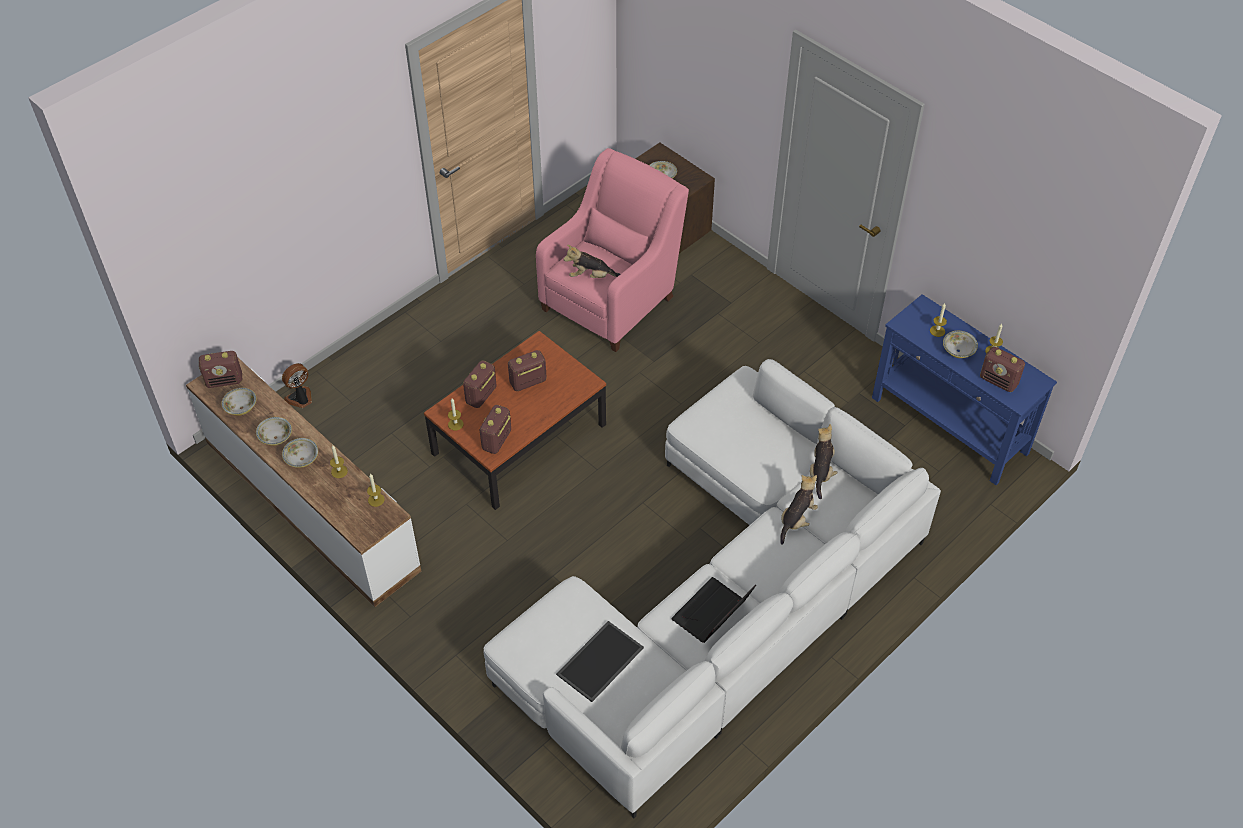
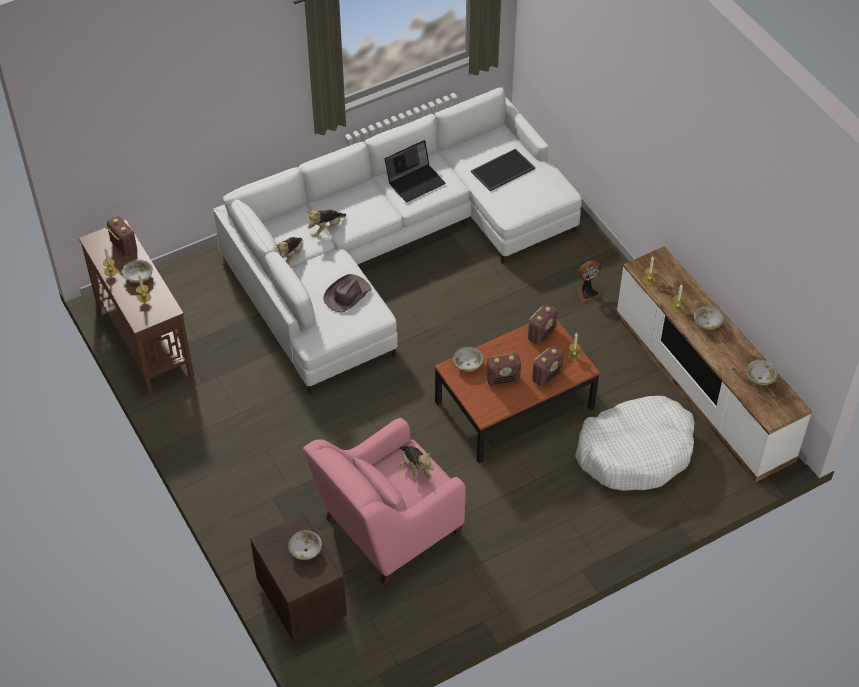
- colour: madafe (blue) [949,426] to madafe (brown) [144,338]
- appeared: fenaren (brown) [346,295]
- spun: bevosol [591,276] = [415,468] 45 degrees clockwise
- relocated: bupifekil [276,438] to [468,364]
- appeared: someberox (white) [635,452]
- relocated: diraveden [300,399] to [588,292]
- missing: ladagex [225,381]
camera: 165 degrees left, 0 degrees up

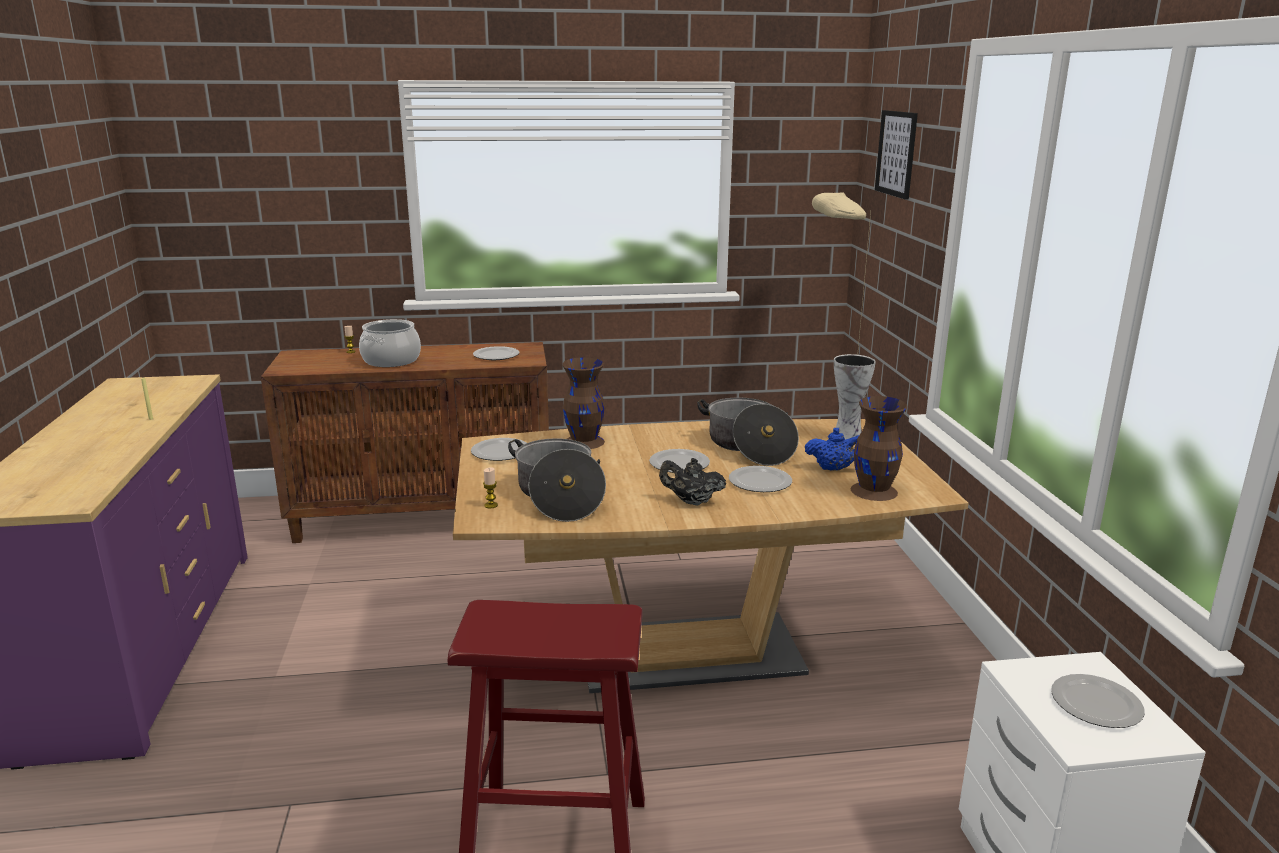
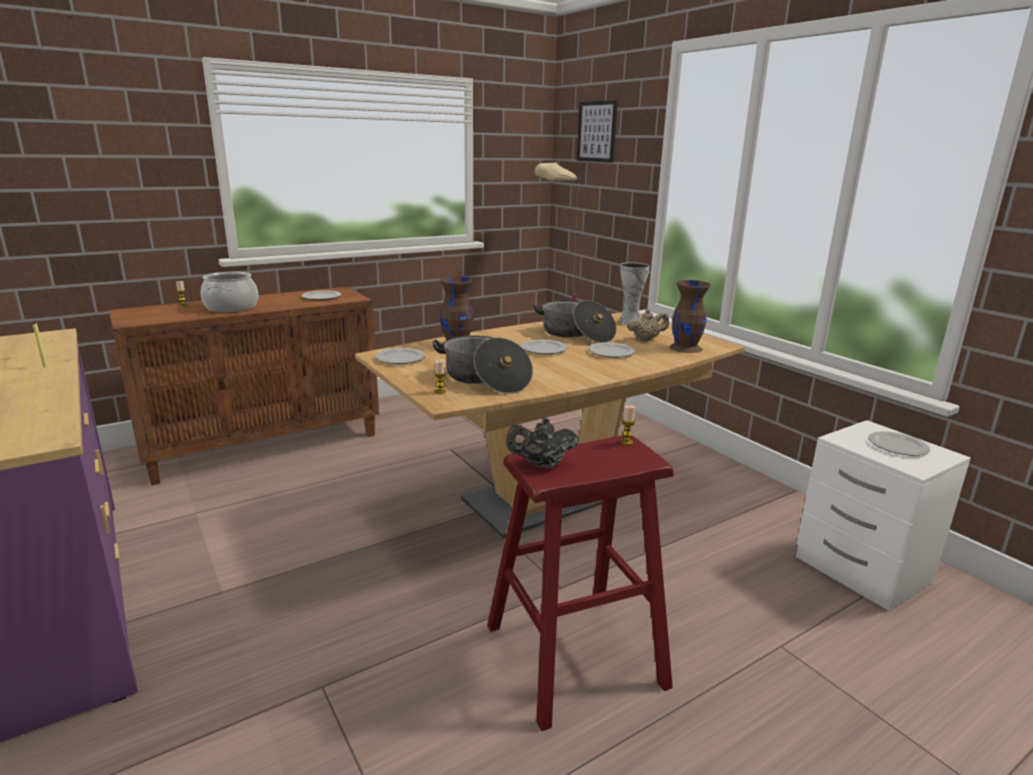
- relocated: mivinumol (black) [691,501] to [541,464]
- appeared: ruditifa [626,442]
- colour: mivinumol (blue) [834,469] to mivinumol (beige) [646,339]
camera: 25 degrees left, 0 degrees up

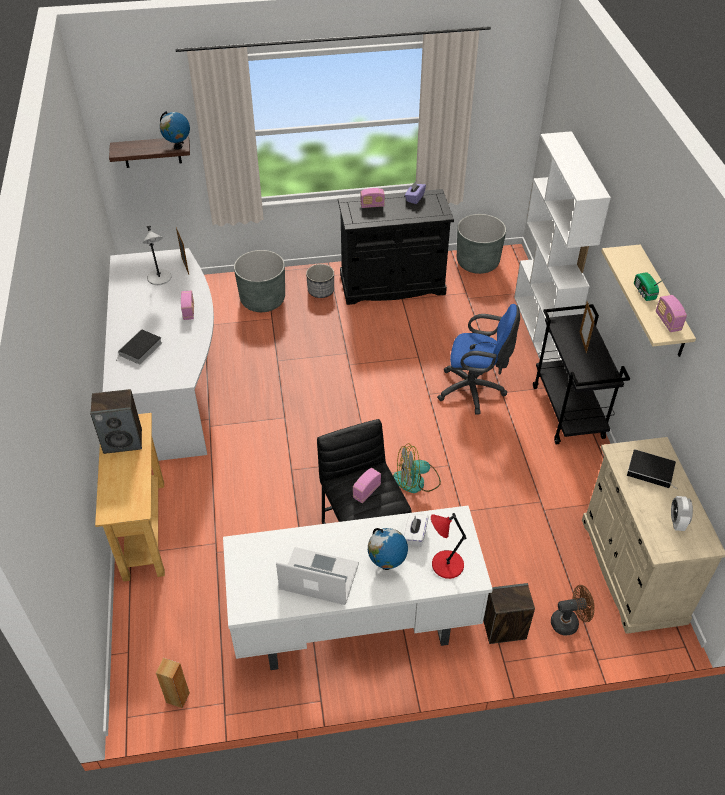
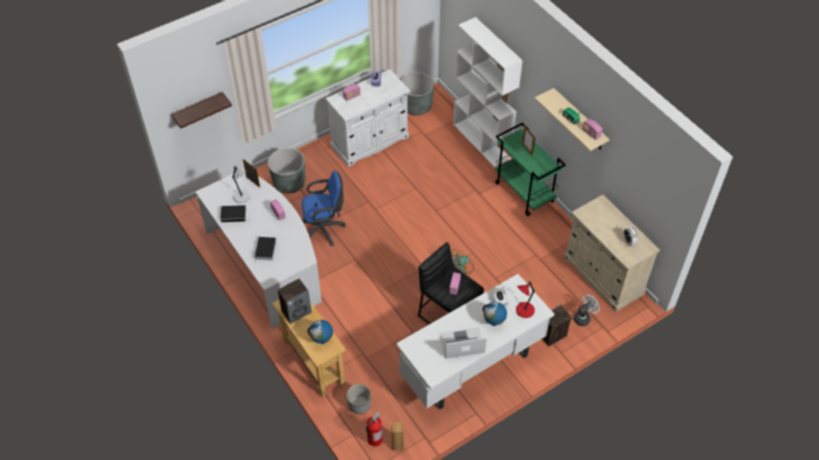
- relocated: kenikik [652,471] to [234,215]
- relocated: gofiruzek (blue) [474,390] to [324,229]
- relocated: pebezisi [178,147] to [322,341]
- colour: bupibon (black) [392,284] to bupibon (white) [370,141]
- relocated: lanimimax [321,291] to [359,404]
- appeared: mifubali [374,439]
- colour: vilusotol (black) [568,412] to vilusotol (green) [524,192]
- colour: diraveden (brown) [569,622] to diraveden (white) [584,318]
camera: 25 degrees left, 5 degrees up

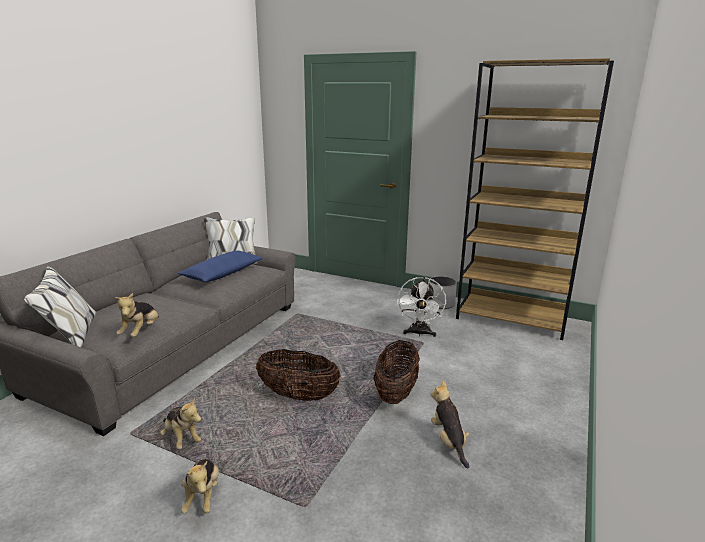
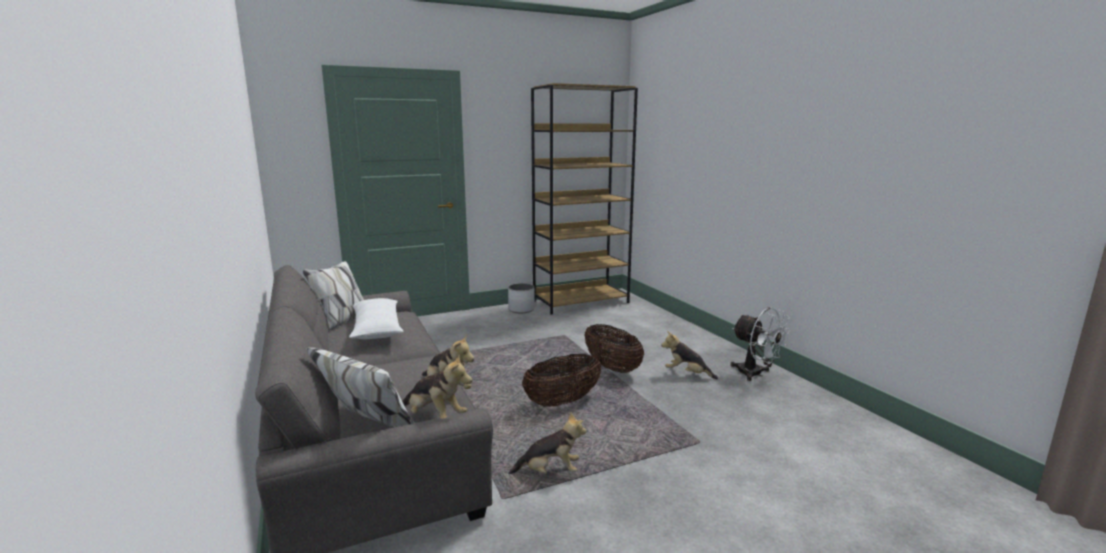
- colour: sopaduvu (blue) [223,274] to sopaduvu (white) [376,328]
- relocated: bevosol [202,496] to [434,417]
- relocated: diraveden (white) [419,333] to [755,374]
camera: 50 degrees left, 5 degrees down

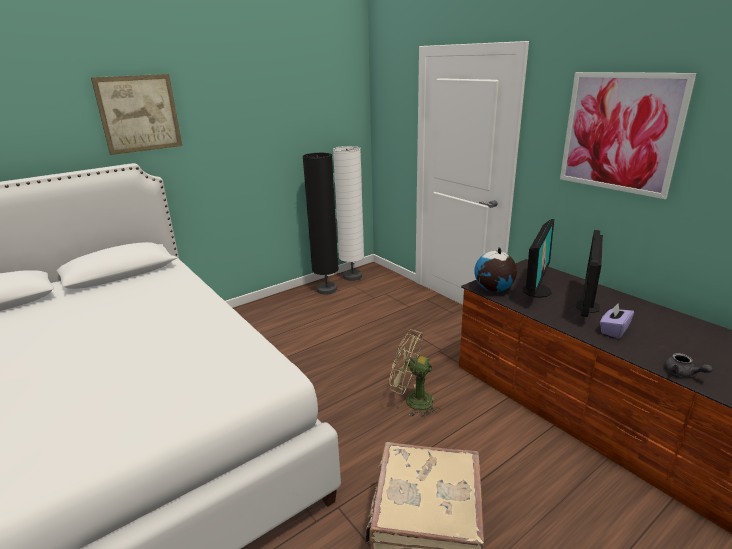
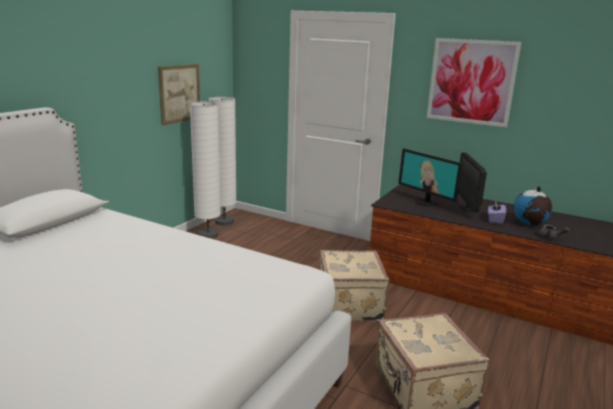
- relocated: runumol [139,113] to [179,93]
- colour: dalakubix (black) [326,290] to dalakubix (white) [208,235]
- exchanged: diraveden (green) [412,400] to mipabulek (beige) [348,305]
- spun: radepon [536,290] = [426,202] 135 degrees clockwise
- relocated: pebezisi [493,289] to [529,224]
camera: 25 degrees left, 5 degrees down

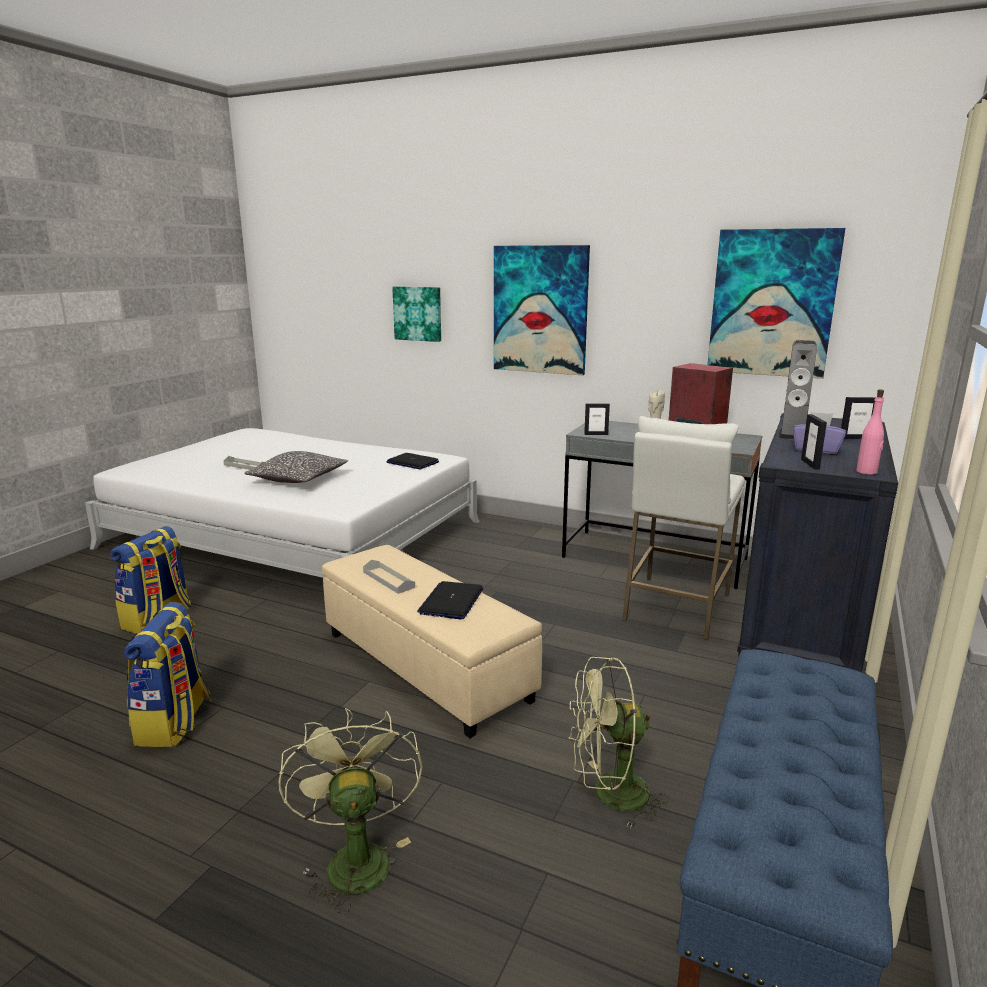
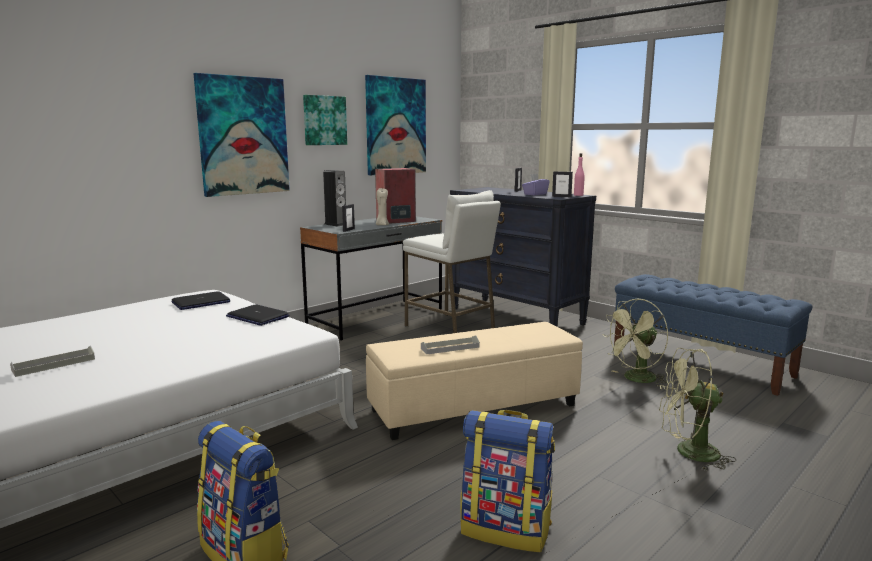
- relocated: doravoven [451,601] to [257,317]
- relocated: runumol [418,313] to [324,120]
- relocated: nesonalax [792,435] to [336,224]
- spun: diraveden (green) [609,795] = [636,379] 45 degrees clockwise
- missing: sopaduvu [298,479]
camera: 70 degrees left, 5 degrees down

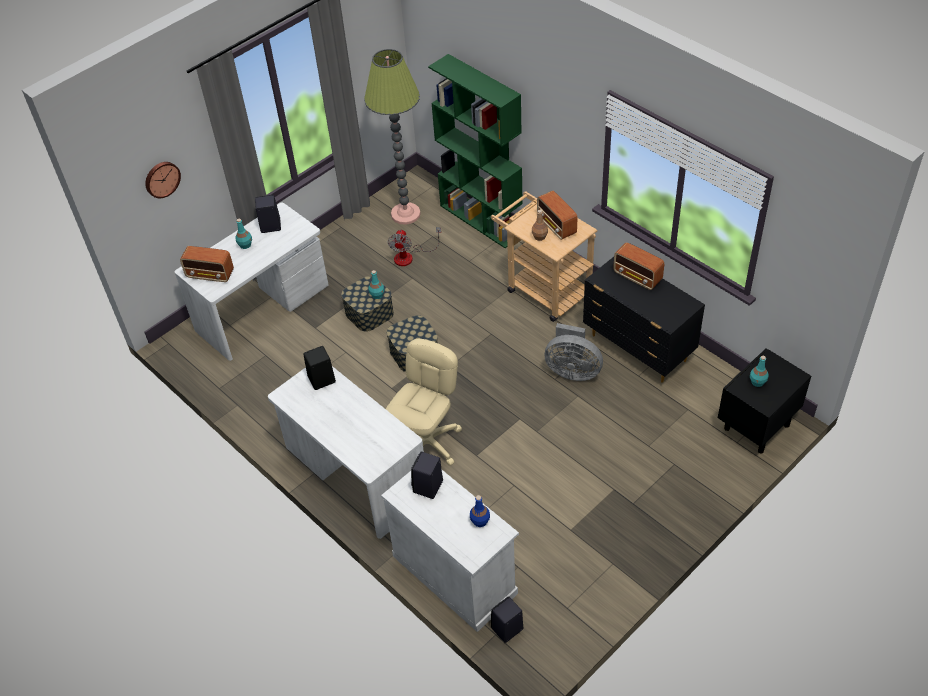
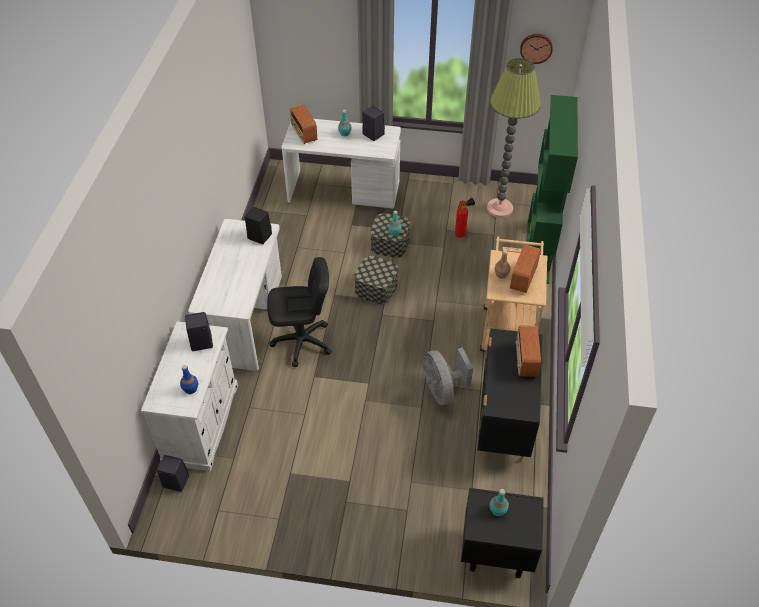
- colour: gofiruzek (beige) [427,443] to gofiruzek (black) [302,342]
- exchanged: diraveden [409,256] to mifubali [462,234]
- relocated: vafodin [161,179] to [536,47]
camera: 50 degrees right, 0 degrees up

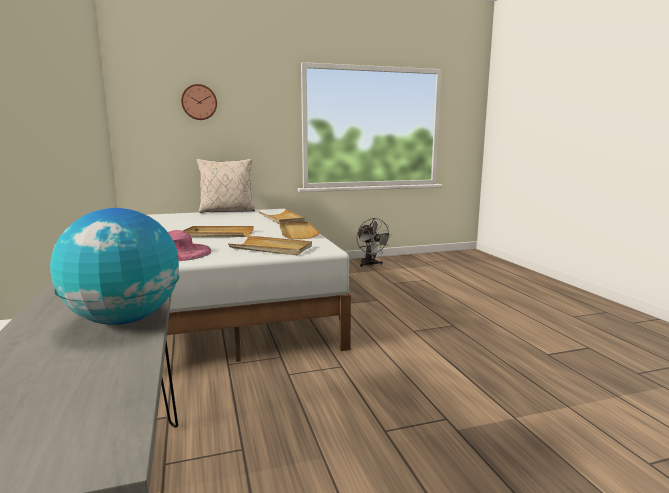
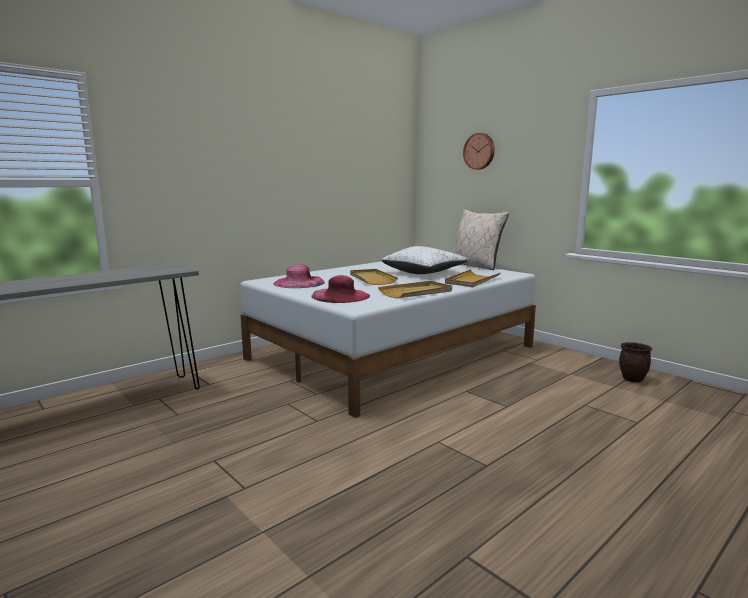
- exchanged: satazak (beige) [271,248] to fenaren (pink) [340,296]
- appeared: sopaduvu (white) [424,272]
- exchanged: diraveden (grey) [370,264] to lanimimax (brown) [632,379]
- missing: pebezisi [124,320]
camera: 65 degrees right, 0 degrees up

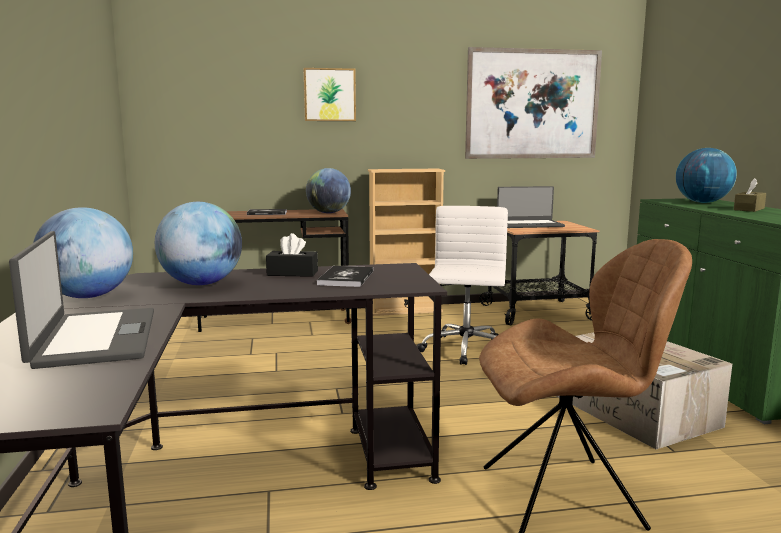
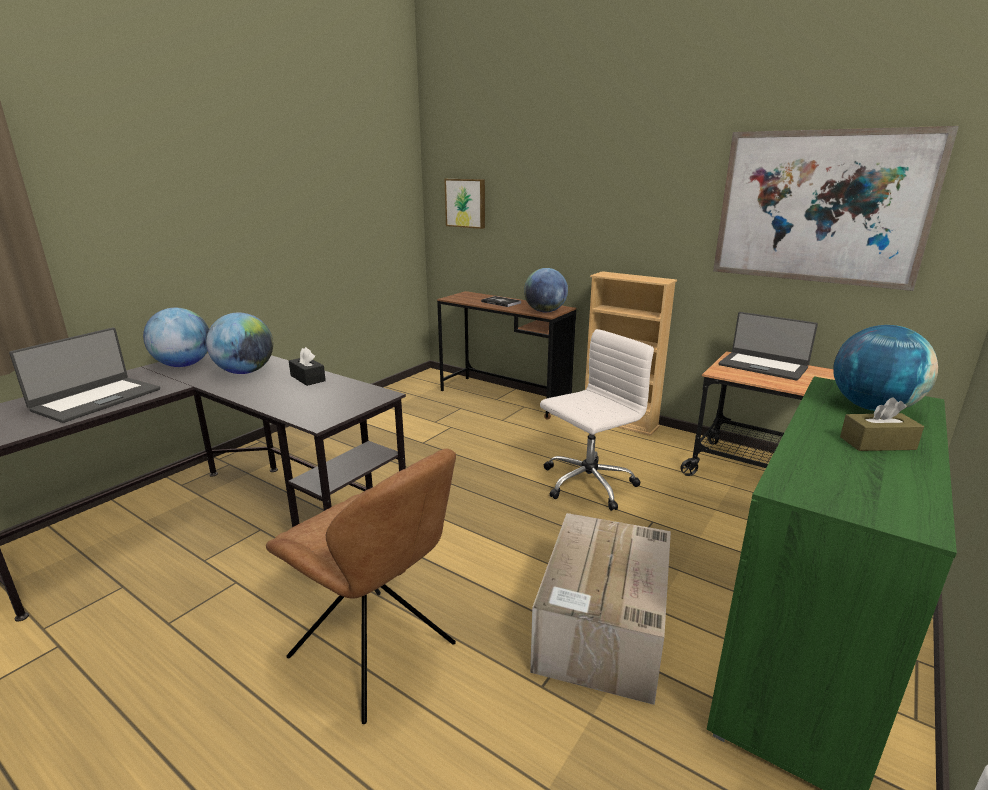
- relocated: runumol [329,95] to [466,203]
- missing: kenikik [346,278]
camera: 45 degrees right, 10 degrees up

